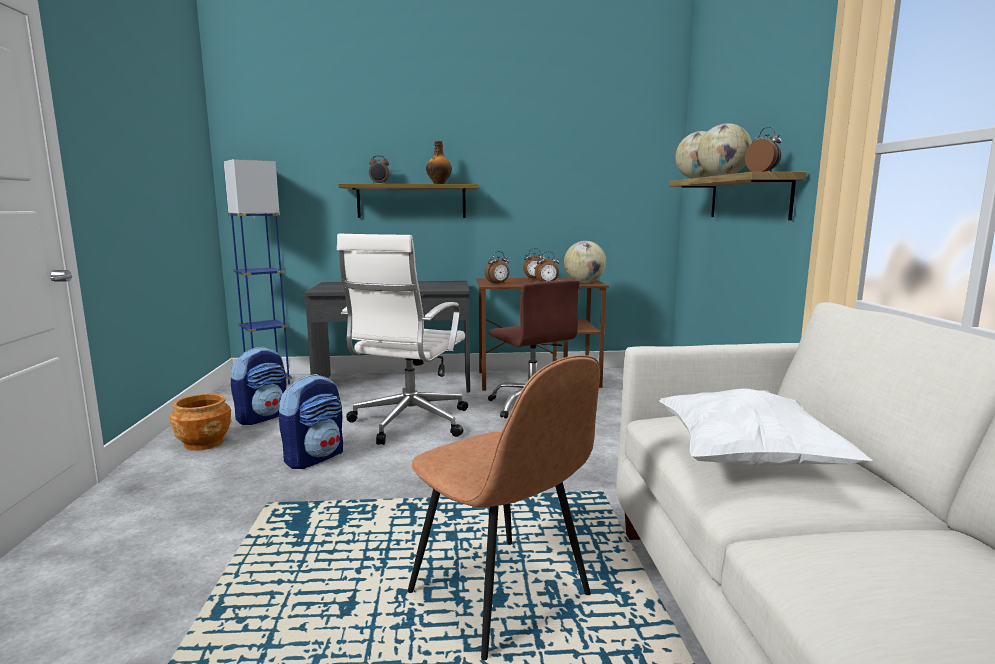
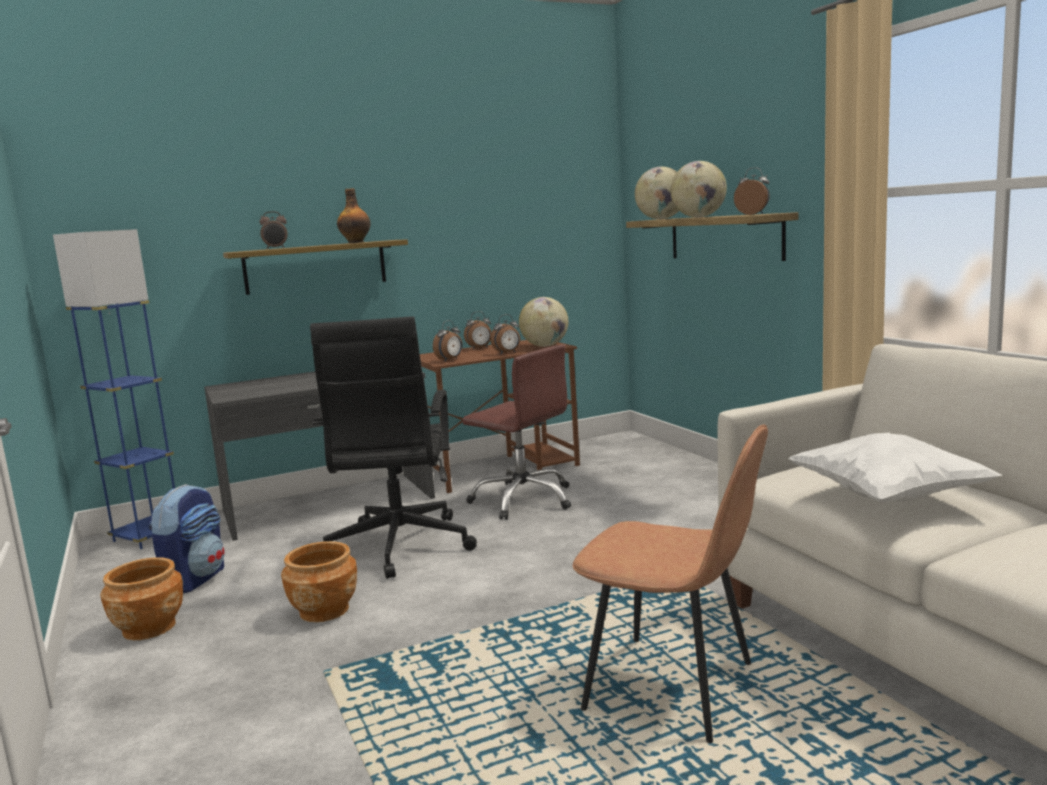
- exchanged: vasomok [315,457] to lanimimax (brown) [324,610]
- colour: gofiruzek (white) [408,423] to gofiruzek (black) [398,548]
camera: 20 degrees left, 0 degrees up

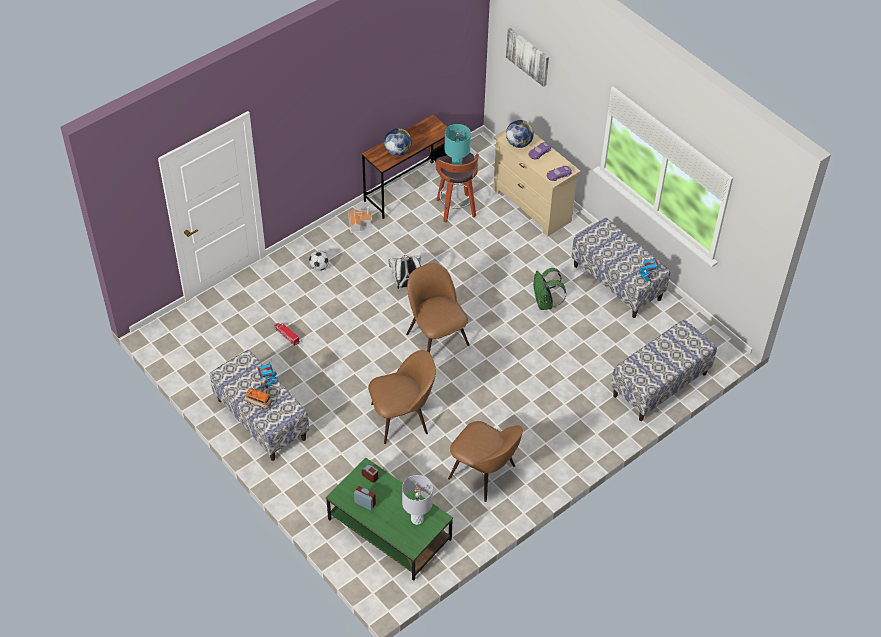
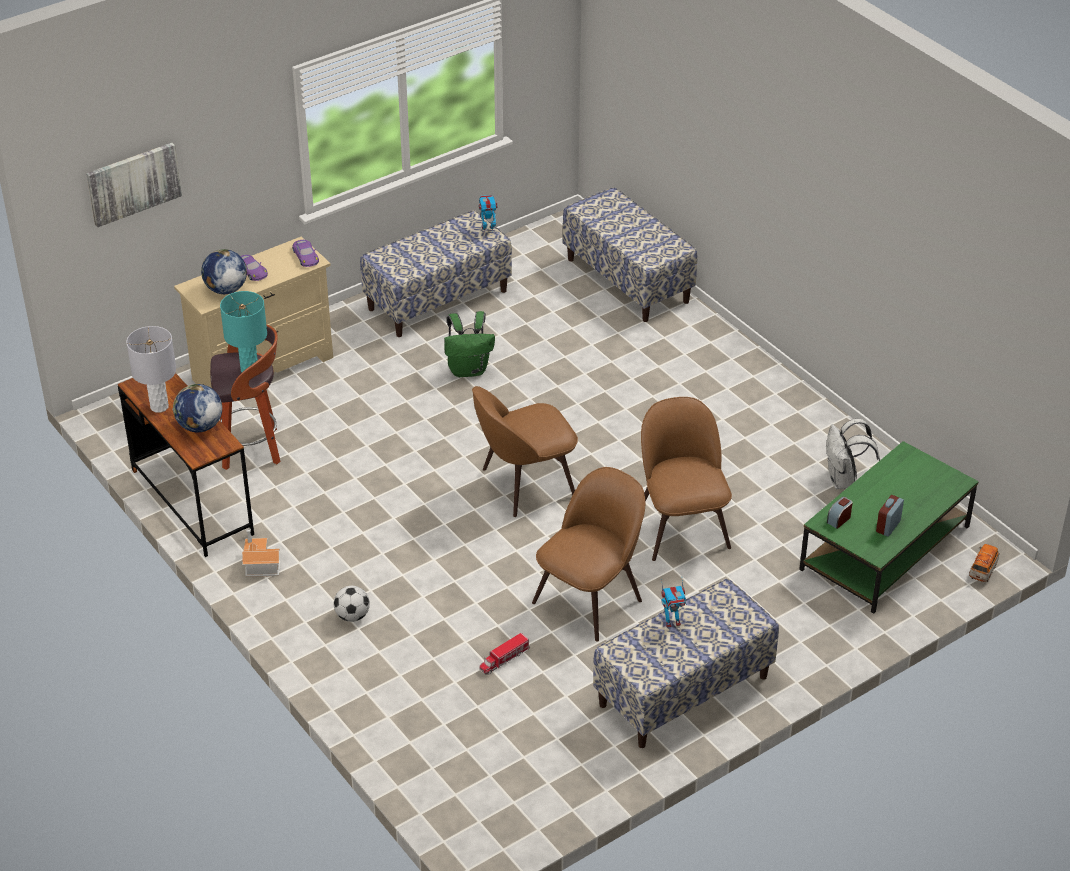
- relocated: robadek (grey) [417,519] to [159,407]
- relocated: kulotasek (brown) [484,474] to [590,599]
- relocated: vasomok (white) [406,284] to [844,481]
- relocated: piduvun [258,402] to [983,570]
camera: 85 degrees left, 10 degrees down

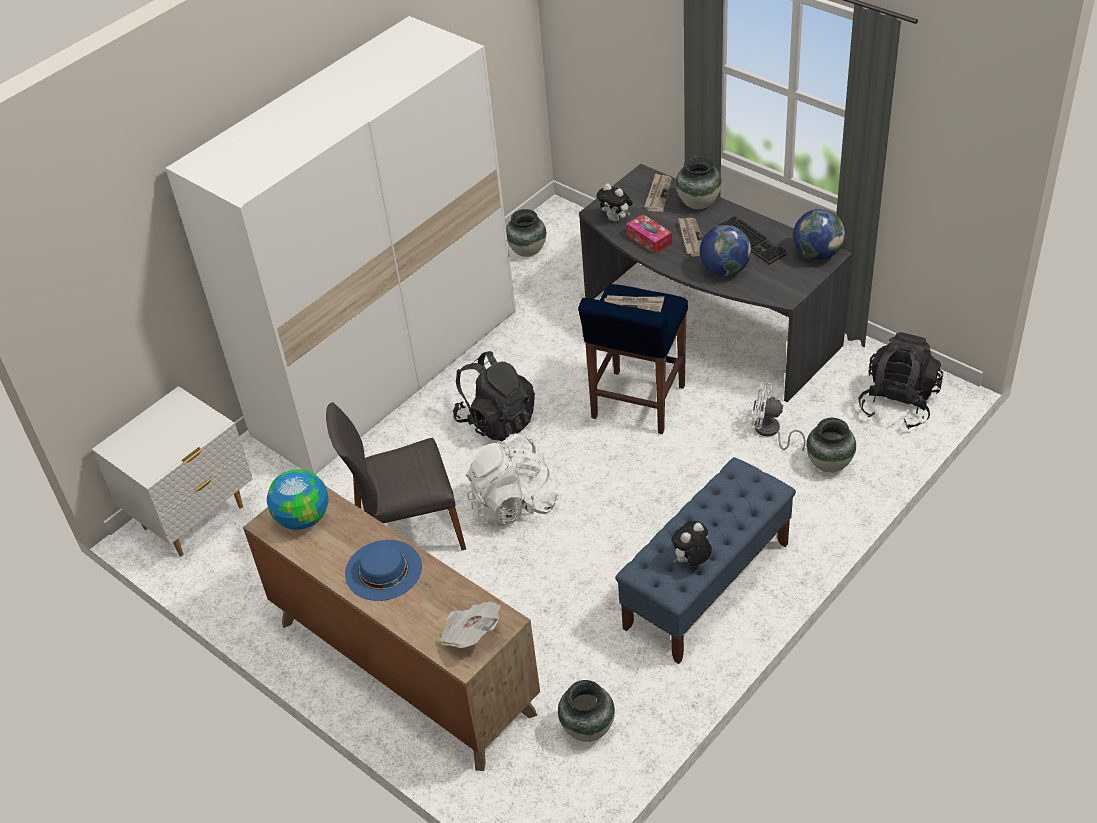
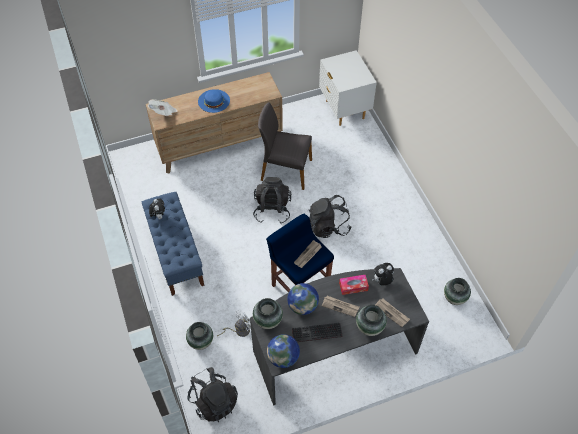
- colour: vasomok (white) [513,505] to vasomok (black) [272,210]
- relocated: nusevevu [587,729] to [268,321]
- spun: kulotasek (grey) [407,531] = [285,170] 90 degrees counterclockwise
- missing: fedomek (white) [388,372]
- missing: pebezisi [302,518]
camera: 115 degrees right, 10 degrees up

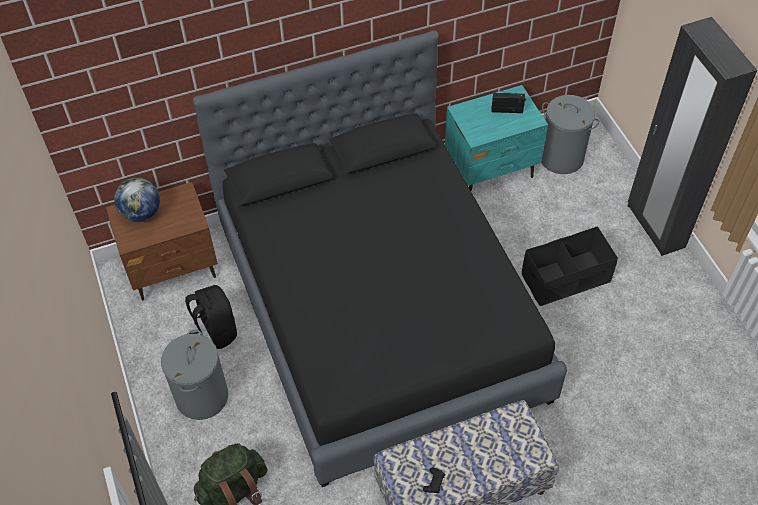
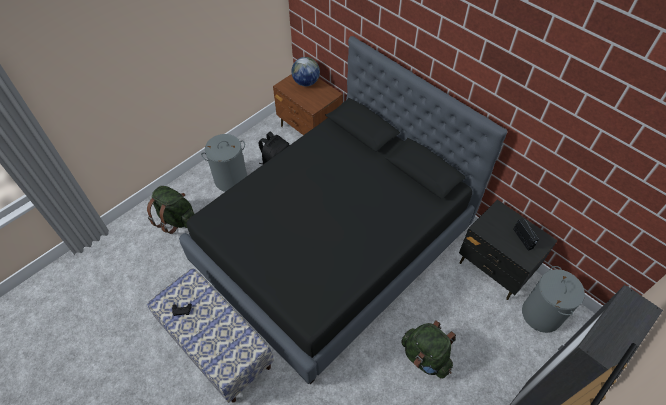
- exchanged: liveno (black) [566,278] to vasomok (green) [425,357]
- colour: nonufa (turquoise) [491,170] to nonufa (black) [494,268]
camera: 65 degrees right, 0 degrees up

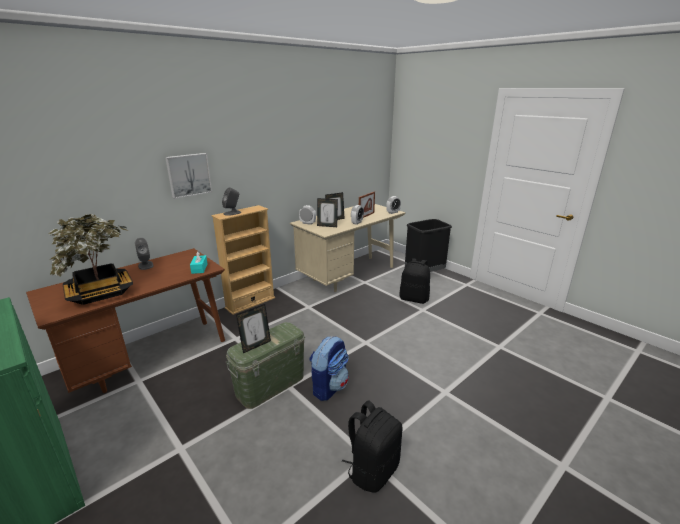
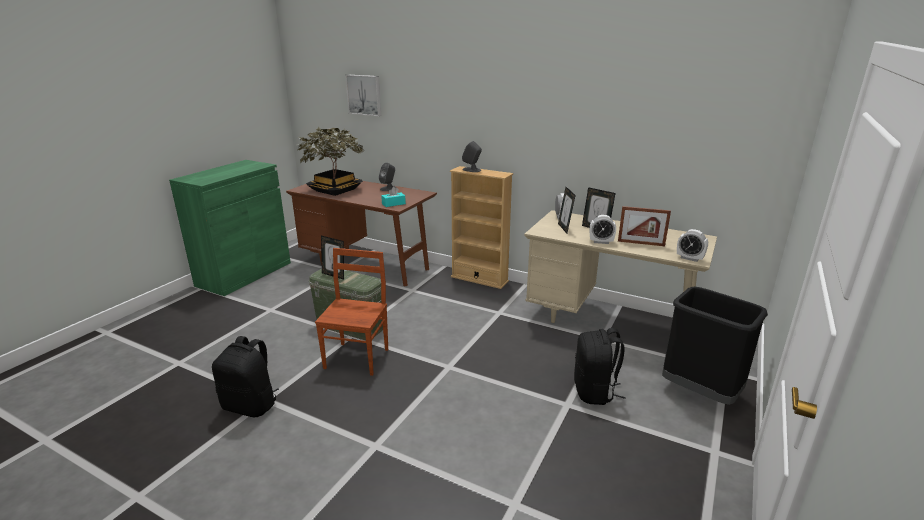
- exchanged: vasomok [329,387] to kulotasek (brown) [358,358]
- relocated: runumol [188,175] to [364,95]
camera: 70 degrees right, 0 degrees up

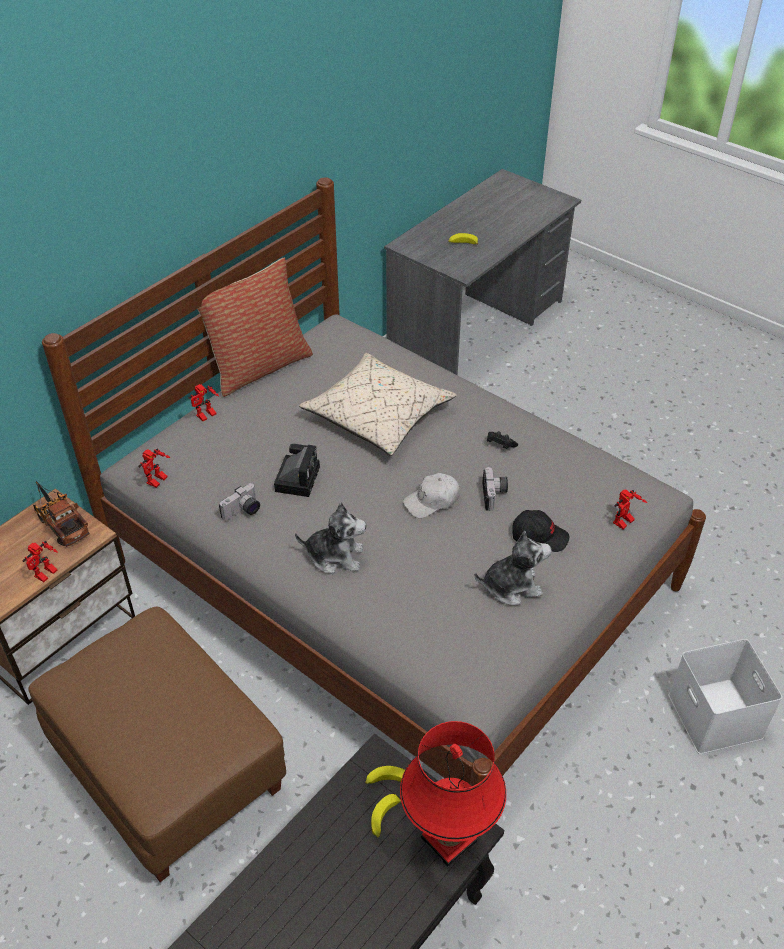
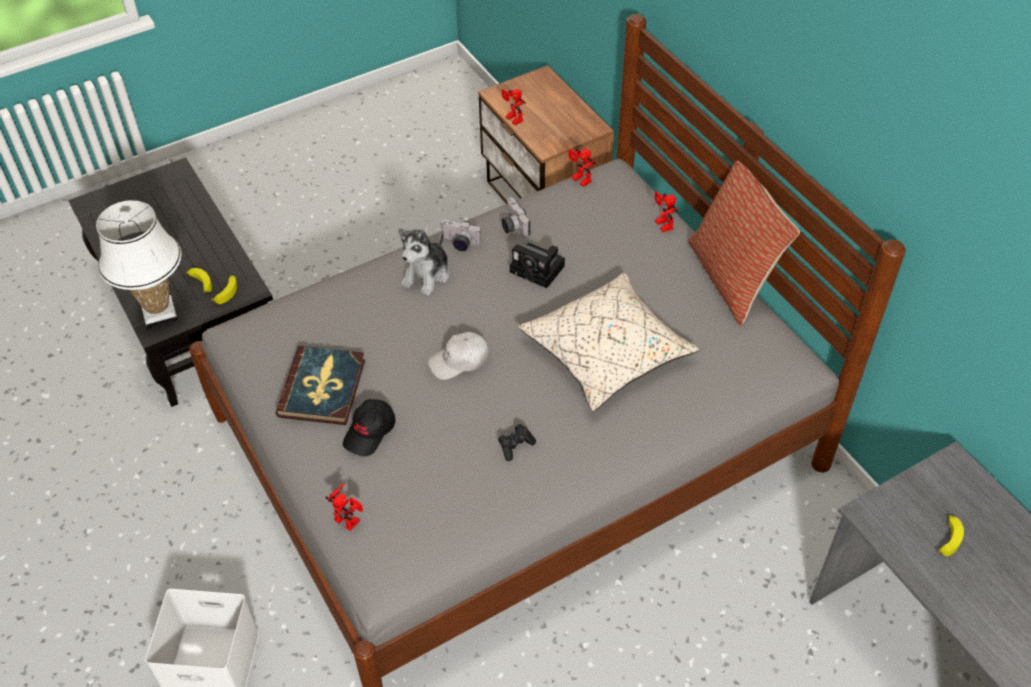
- colour: robadek (red) [448,839] to robadek (white) [160,313]
- exchanged: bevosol [511,586] to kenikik [323,388]
- spun: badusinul [624,523] = [350,519] 150 degrees clockwise
- spun: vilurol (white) [432,501] = [459,361] 105 degrees counterclockwise
- relocated: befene [495,495] to [459,243]
- missing: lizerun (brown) [168,770]
- missing: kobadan [61,523]
camera: 110 degrees right, 5 degrees up

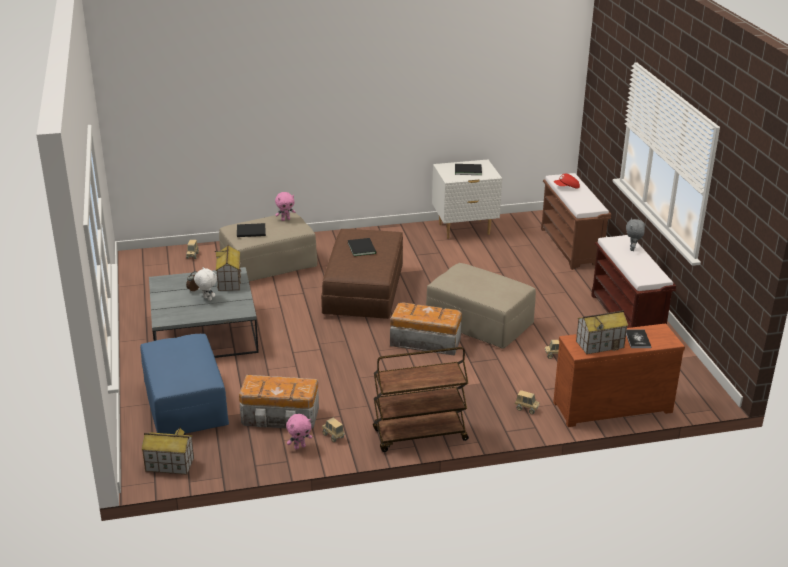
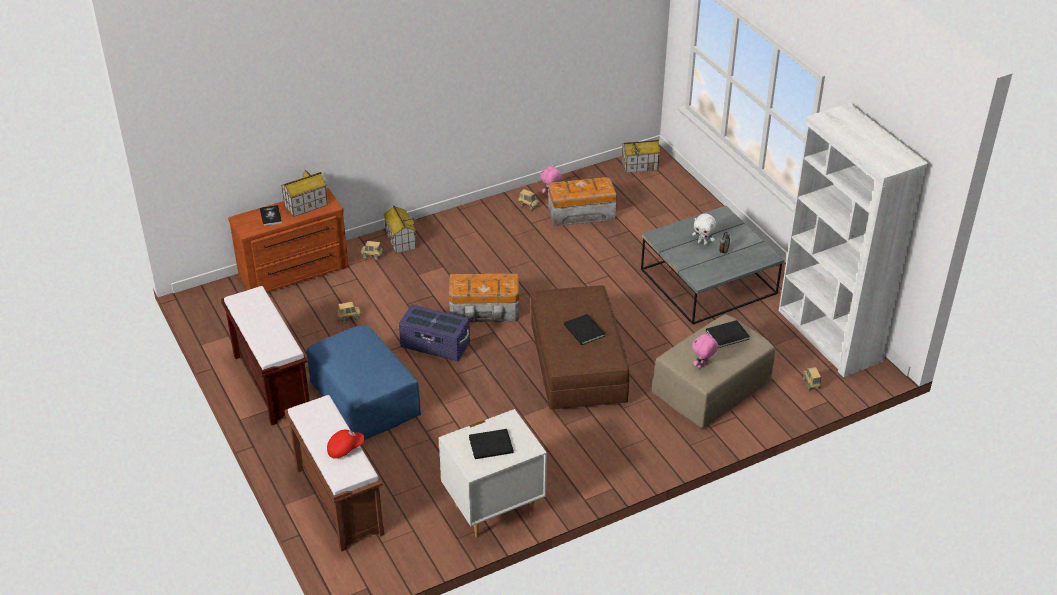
- relocated: lizerun (blue) [185,403] to [365,399]
- relocated: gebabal [229,281] to [400,240]
- exchanged: lizerun (beige) [479,322] to liveno (purple) [435,346]
- appeared: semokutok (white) [829,336]
- missing: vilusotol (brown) [419,435]
- missing: bevosol (grey) [632,249]
camera: 165 degrees right, 10 degrees up

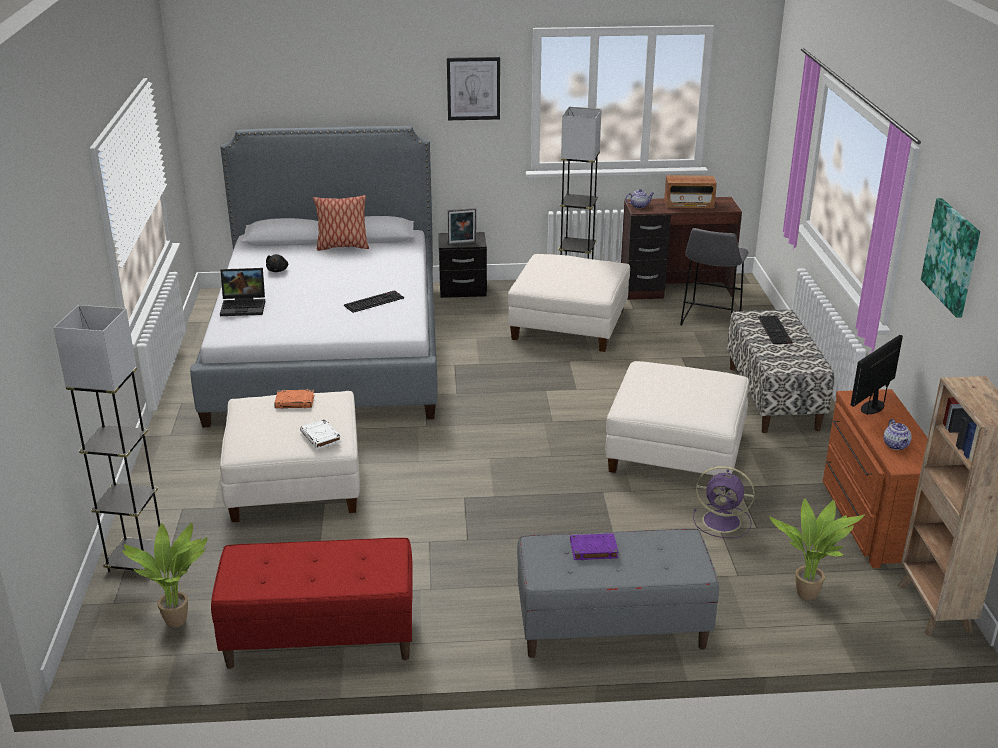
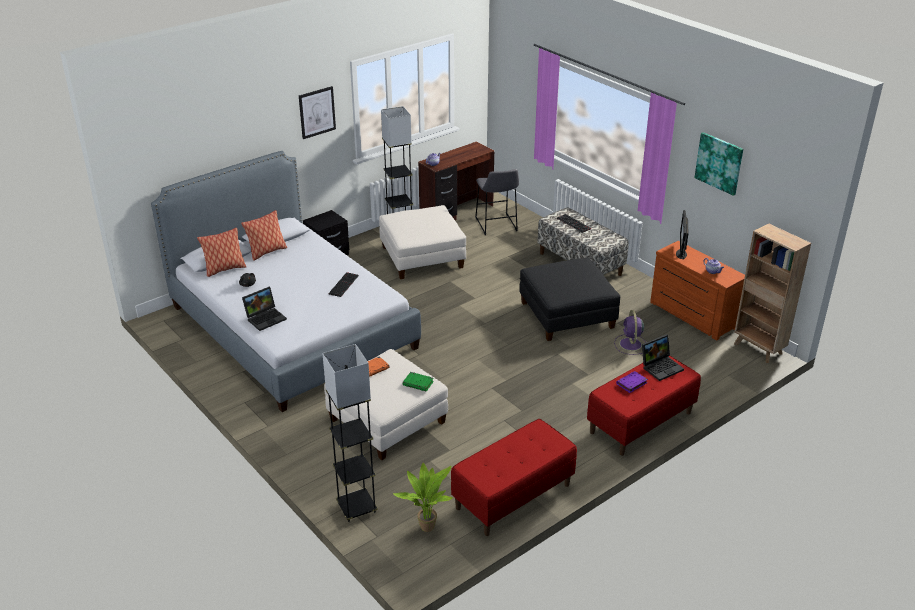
- appeared: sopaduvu [224,269]
- colour: kenikik (white) [321,437] to kenikik (green) [418,383]
- colour: lizerun (white) [676,451] to lizerun (black) [567,315]
- colour: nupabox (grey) [611,627] to nupabox (red) [641,423]
- spun: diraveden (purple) [723,521] = [630,345] 105 degrees clockwise
- appeared: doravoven [661,367]
- missing: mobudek [462,244]
- missing: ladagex [689,204]
- missing: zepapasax [808,593]
camera: 35 degrees left, 5 degrees up

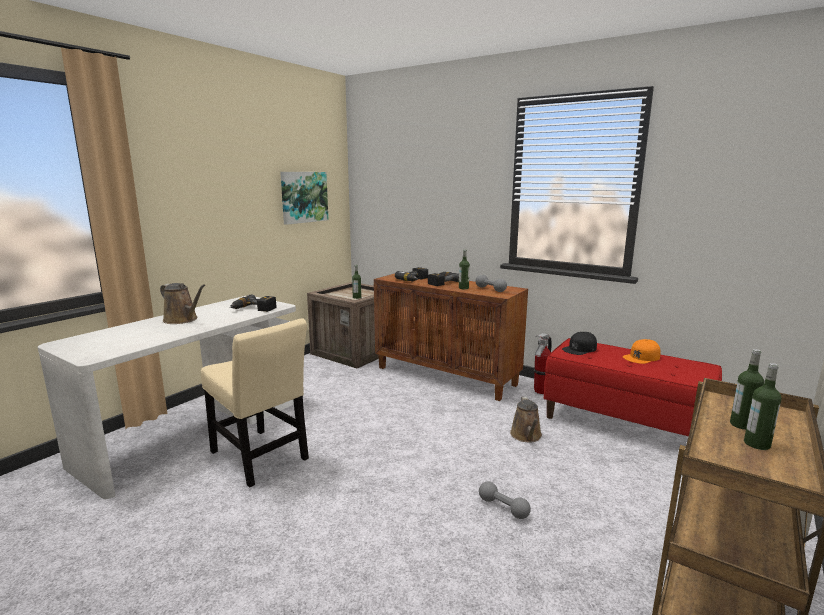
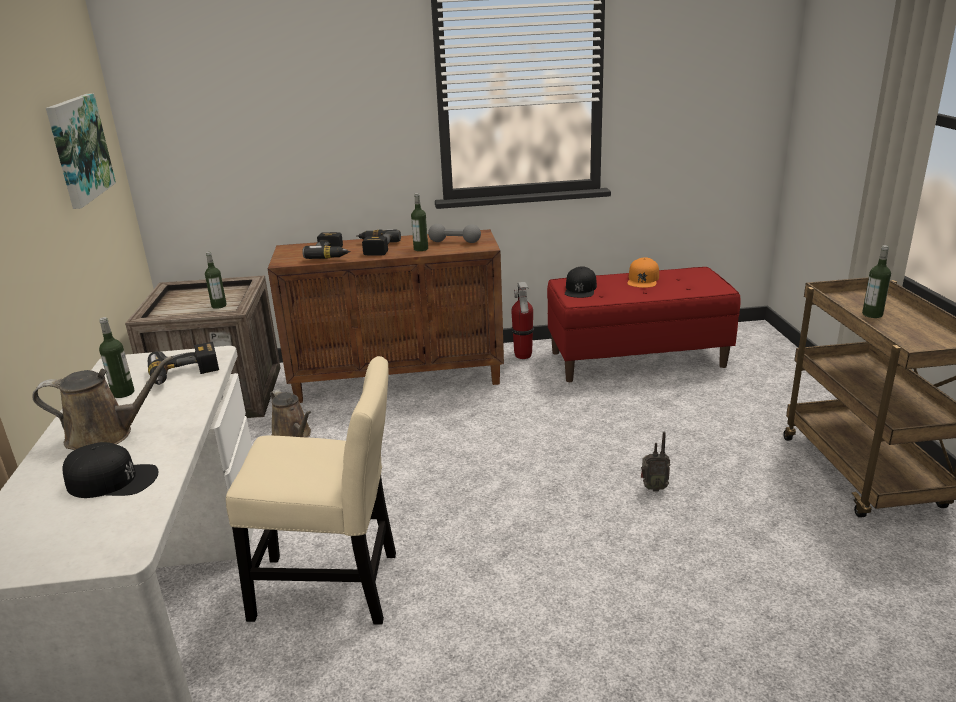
- appeared: vilurol (black) [112,480]
- relocated: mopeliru [757,444] to [123,393]
- relocated: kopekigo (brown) [526,436] to [293,436]
- exchanged: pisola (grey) [503,508] to ladagex [653,488]
camera: 40 degrees left, 10 degrees up

